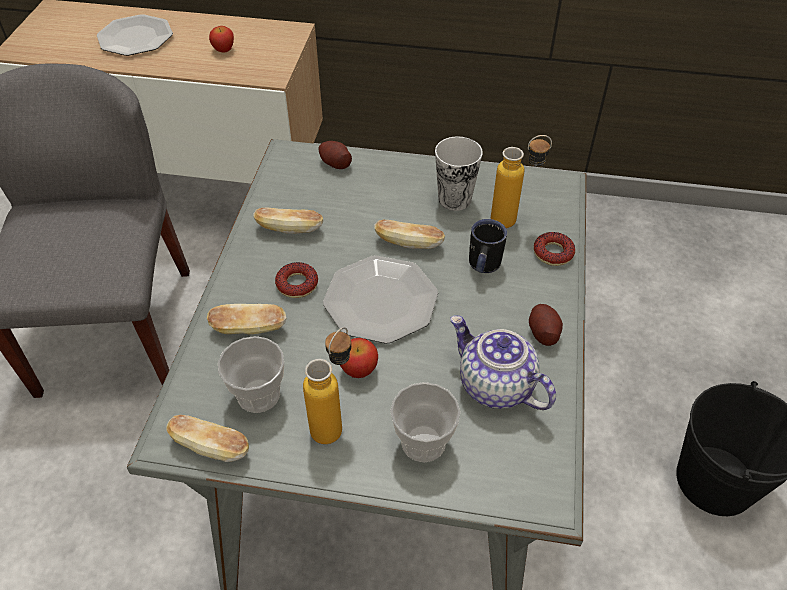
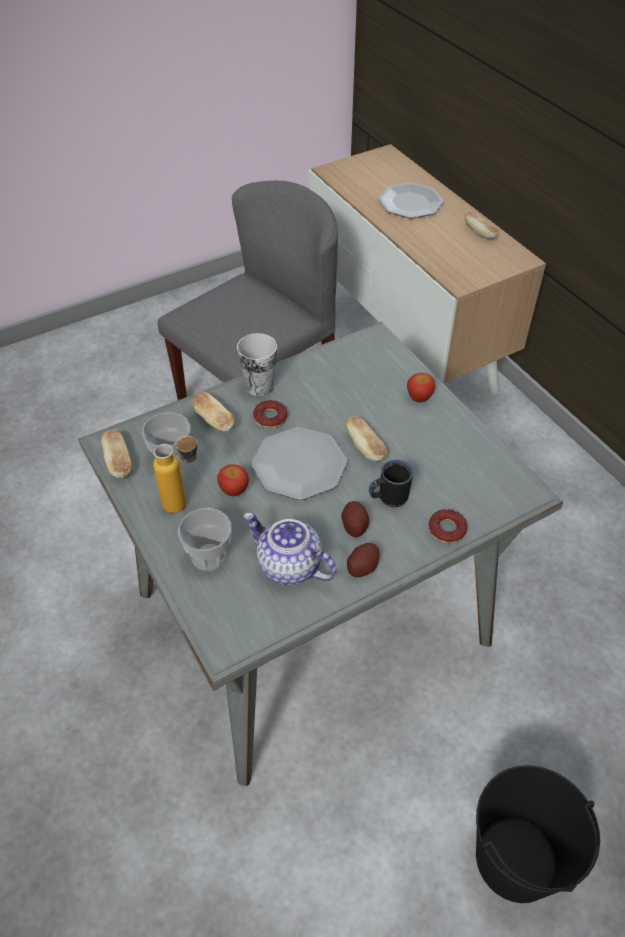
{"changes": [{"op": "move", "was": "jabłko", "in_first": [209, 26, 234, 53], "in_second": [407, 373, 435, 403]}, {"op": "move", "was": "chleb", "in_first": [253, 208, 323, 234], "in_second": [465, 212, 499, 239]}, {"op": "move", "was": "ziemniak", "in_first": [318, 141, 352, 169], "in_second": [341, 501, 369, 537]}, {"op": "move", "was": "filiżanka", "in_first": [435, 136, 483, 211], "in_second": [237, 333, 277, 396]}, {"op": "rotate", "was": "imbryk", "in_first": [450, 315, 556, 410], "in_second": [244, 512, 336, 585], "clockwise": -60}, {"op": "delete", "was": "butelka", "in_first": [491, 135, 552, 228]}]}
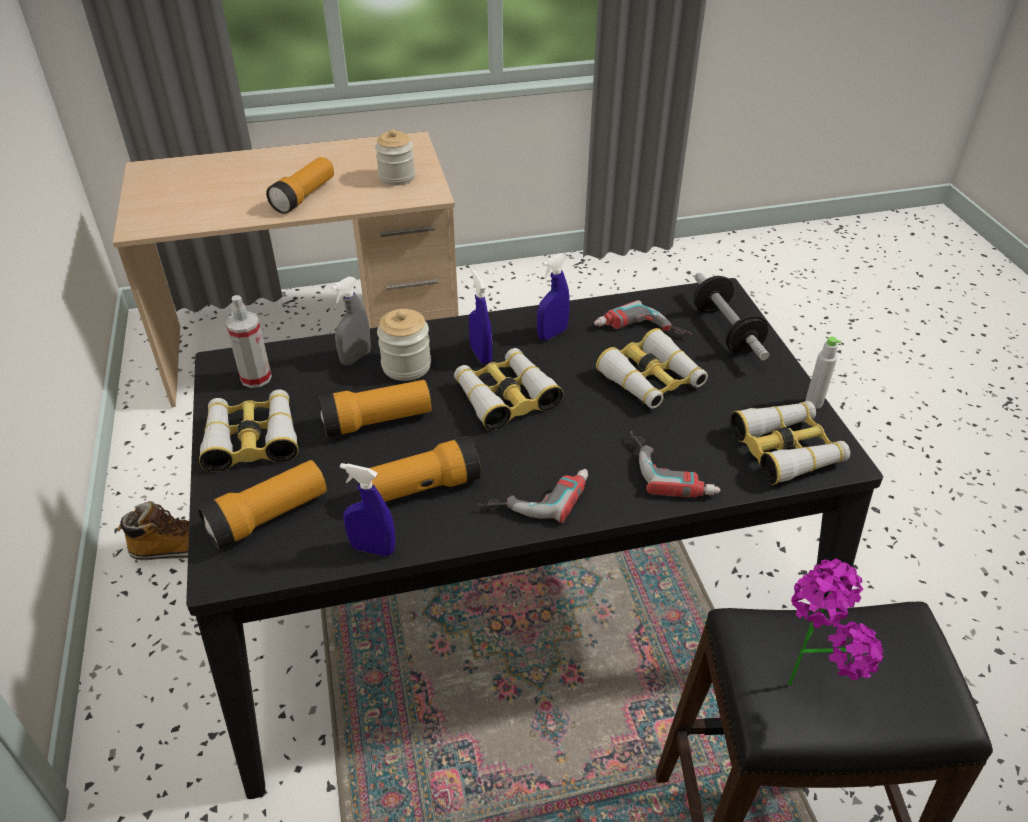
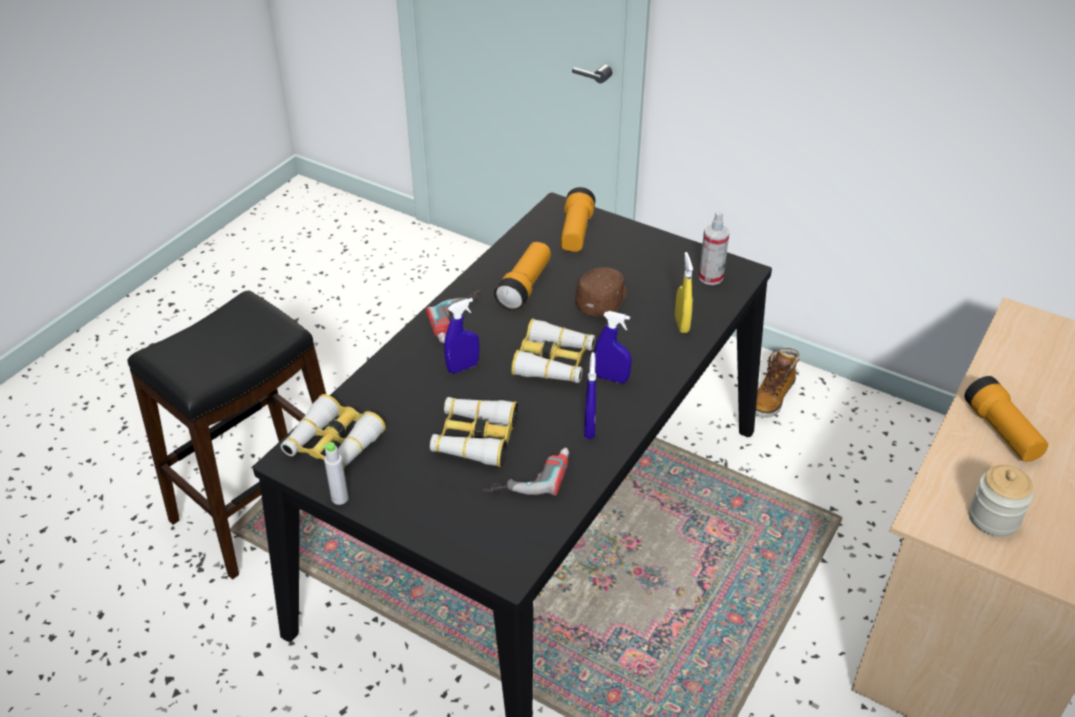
{"changes": [{"op": "delete", "was": "lornetka", "in_first": [199, 389, 298, 472]}, {"op": "replace", "was": "latarka", "now": "czapka z daszkiem [brązowy]", "in_first": [318, 380, 431, 437], "in_second": [575, 267, 627, 316]}, {"op": "recolor", "was": "spryskiwacz [szary]", "now": "spryskiwacz [żółty]", "in_first": [331, 277, 371, 366], "in_second": [675, 252, 693, 333]}, {"op": "move", "was": "spryskiwacz [niebieski]", "in_first": [340, 463, 395, 556], "in_second": [444, 298, 480, 374]}, {"op": "delete", "was": "słoik", "in_first": [377, 309, 431, 381]}, {"op": "delete", "was": "wiertarka", "in_first": [630, 431, 721, 498]}, {"op": "delete", "was": "hantel", "in_first": [694, 273, 769, 360]}, {"op": "delete", "was": "roślina doniczkowa", "in_first": [788, 558, 884, 686]}]}
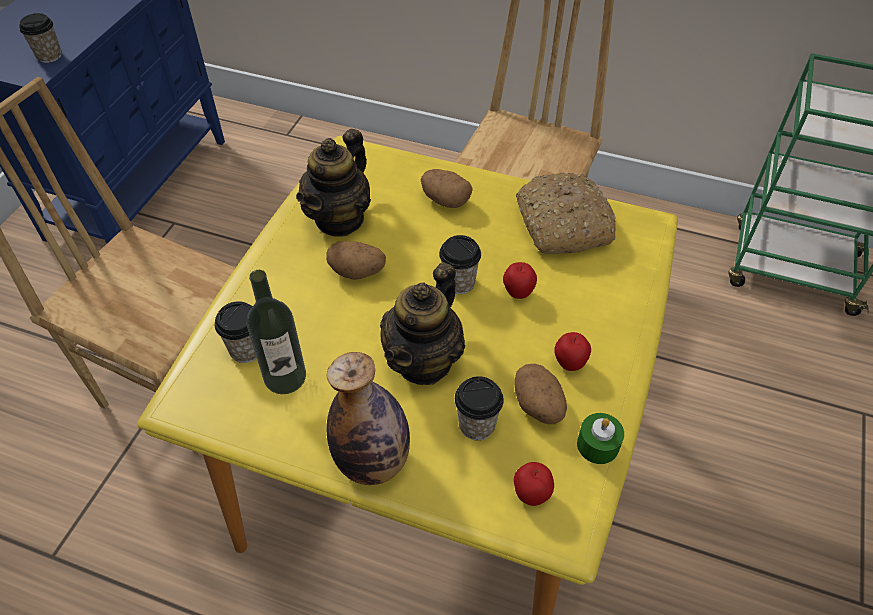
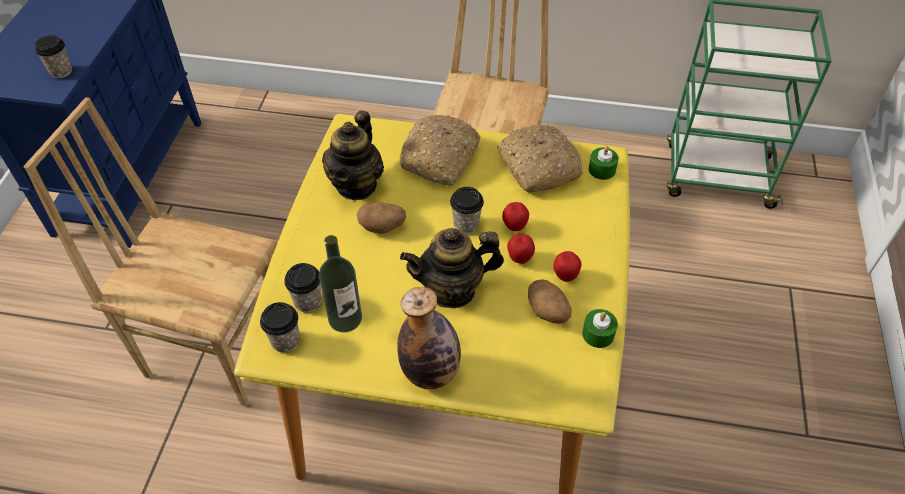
{"changes": [{"op": "rotate", "was": "imbryk", "in_first": [380, 262, 465, 385], "in_second": [400, 228, 504, 309], "clockwise": 60}, {"op": "replace", "was": "ziemniak", "now": "chleb", "in_first": [421, 169, 473, 208], "in_second": [400, 115, 480, 185]}, {"op": "move", "was": "filiżanka", "in_first": [455, 376, 504, 440], "in_second": [260, 302, 300, 353]}, {"op": "move", "was": "jabłko", "in_first": [514, 462, 554, 506], "in_second": [507, 233, 535, 264]}, {"op": "insert", "now": "świeca [zielony]", "in_second": [588, 146, 619, 180]}]}
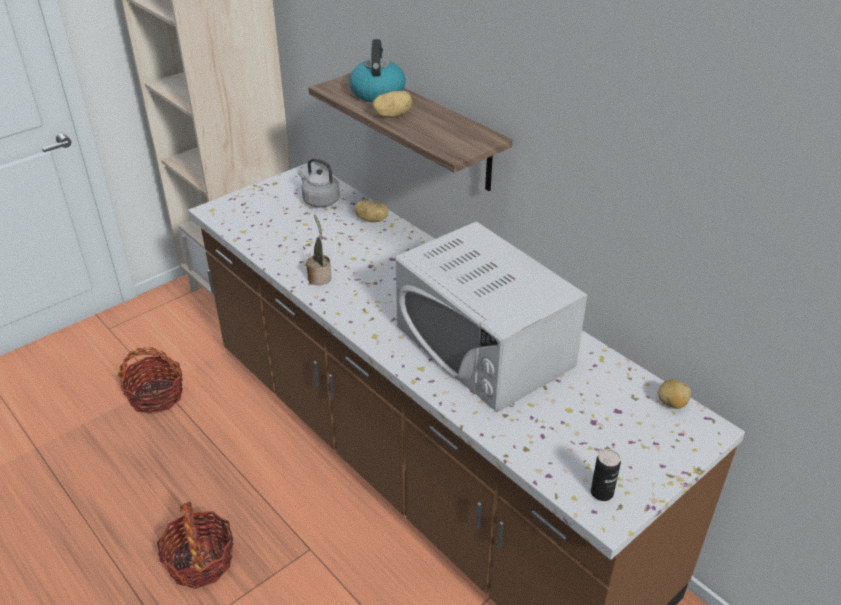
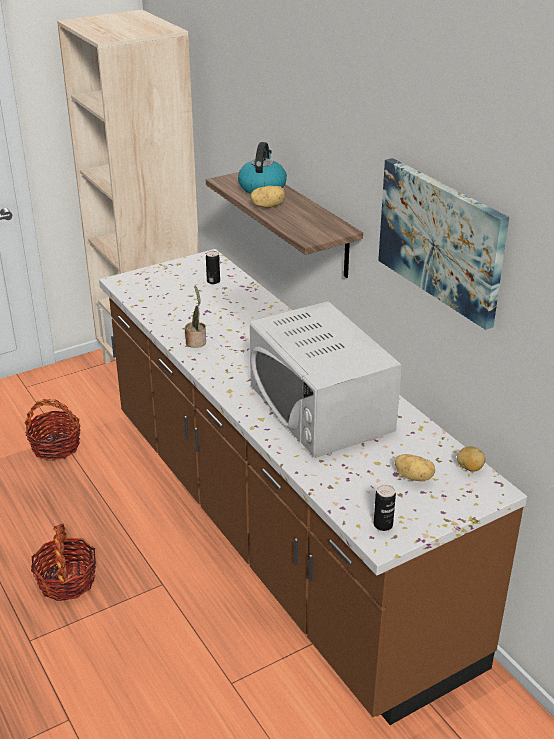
{"changes": [{"op": "replace", "was": "czajnik [szary]", "now": "puszka", "in_first": [298, 158, 340, 207], "in_second": [206, 251, 220, 284]}, {"op": "move", "was": "ziemniak", "in_first": [354, 201, 389, 222], "in_second": [395, 454, 435, 481]}, {"op": "insert", "now": "obraz", "in_second": [378, 158, 509, 330]}]}
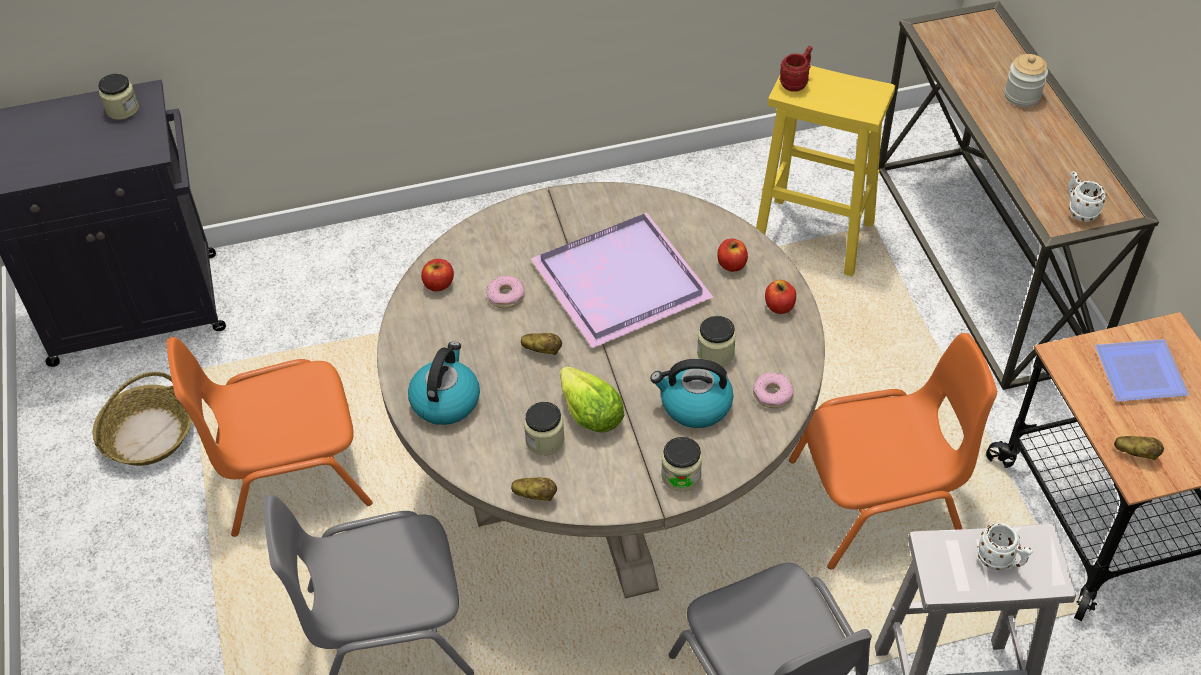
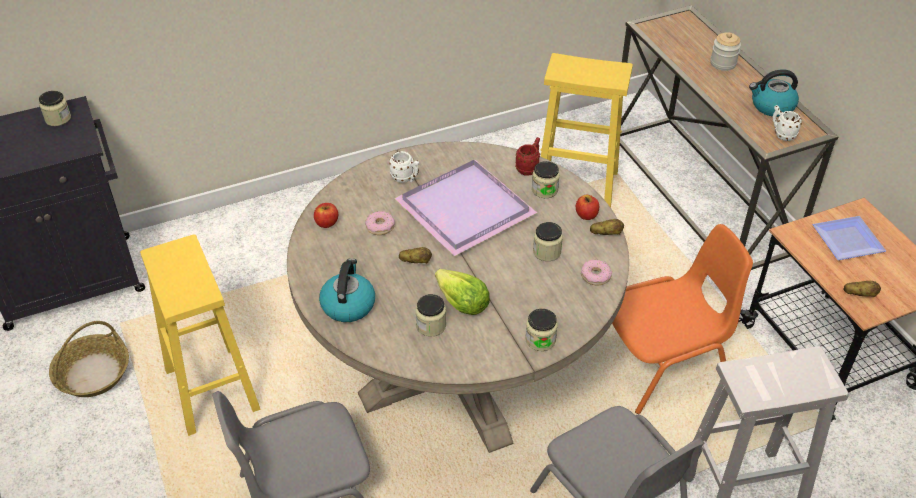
{"changes": [{"op": "replace", "was": "krzesło [pomarańczowy]", "now": "stołek [żółty]", "in_first": [167, 337, 372, 537], "in_second": [140, 234, 261, 436]}, {"op": "move", "was": "ziemniak", "in_first": [511, 478, 557, 501], "in_second": [590, 219, 624, 235]}, {"op": "move", "was": "czajnik", "in_first": [650, 359, 733, 428], "in_second": [749, 69, 799, 117]}, {"op": "replace", "was": "jabłko", "now": "słoik", "in_first": [718, 238, 748, 272], "in_second": [532, 161, 560, 198]}, {"op": "move", "was": "kubek [czerwony]", "in_first": [779, 46, 812, 92], "in_second": [515, 137, 540, 176]}, {"op": "move", "was": "kubek [biały]", "in_first": [977, 523, 1032, 570], "in_second": [389, 151, 419, 183]}]}
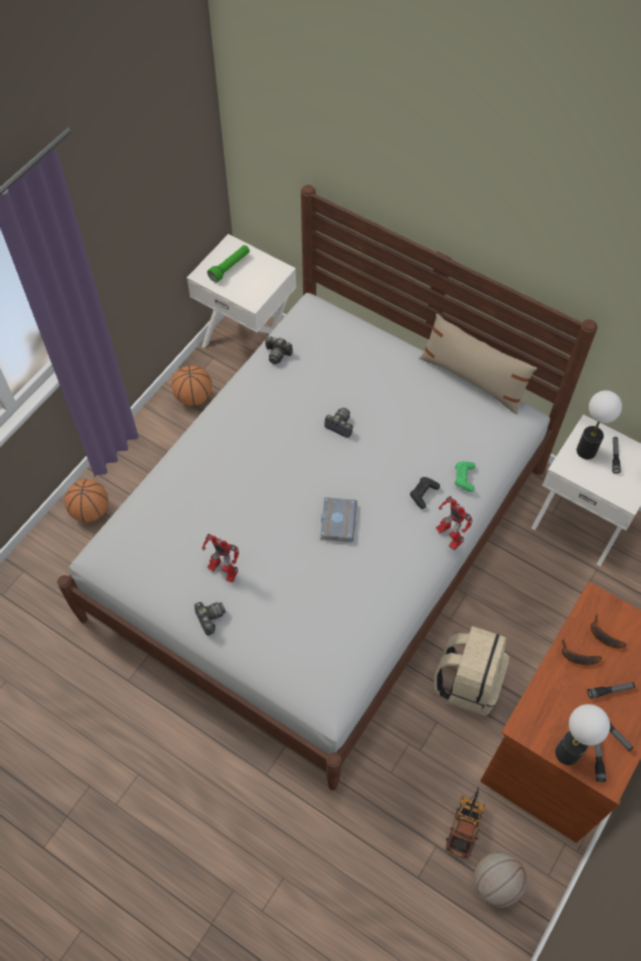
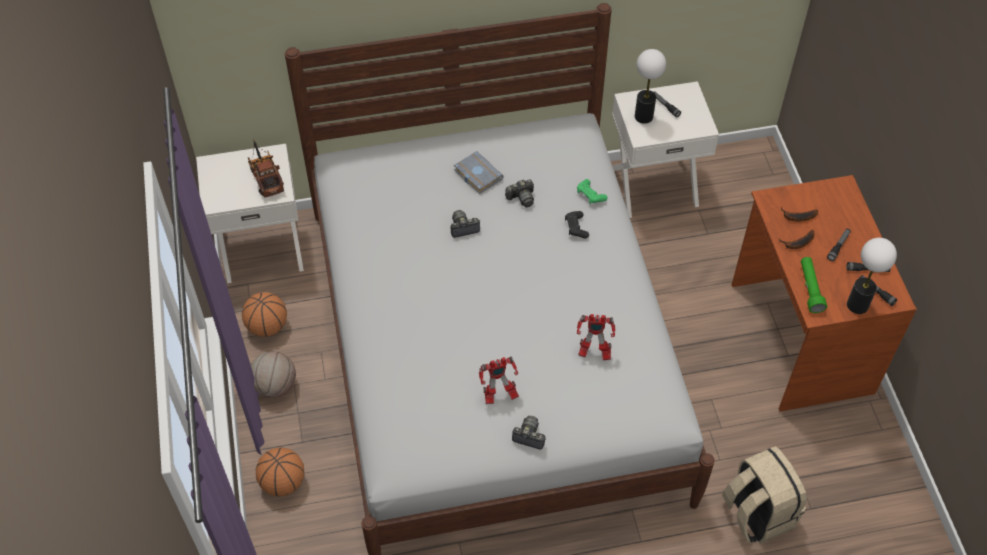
{"changes": [{"op": "move", "was": "latarka [zielony]", "in_first": [207, 245, 250, 283], "in_second": [801, 257, 827, 313]}, {"op": "move", "was": "aparat fotograficzny", "in_first": [265, 336, 293, 364], "in_second": [505, 180, 534, 207]}, {"op": "move", "was": "książka [szary]", "in_first": [320, 497, 357, 542], "in_second": [454, 151, 504, 194]}, {"op": "delete", "was": "poduszka [beżowy]", "in_first": [419, 313, 537, 415]}, {"op": "move", "was": "plecak [beżowy]", "in_first": [434, 626, 509, 716], "in_second": [722, 446, 807, 544]}, {"op": "move", "was": "robot zabawkowy", "in_first": [436, 496, 473, 550], "in_second": [577, 314, 616, 360]}, {"op": "move", "was": "ciężarówka zabawkowa", "in_first": [446, 787, 485, 859], "in_second": [248, 139, 284, 198]}, {"op": "move", "was": "piłka do koszykówki", "in_first": [474, 852, 527, 908], "in_second": [251, 351, 296, 398]}]}
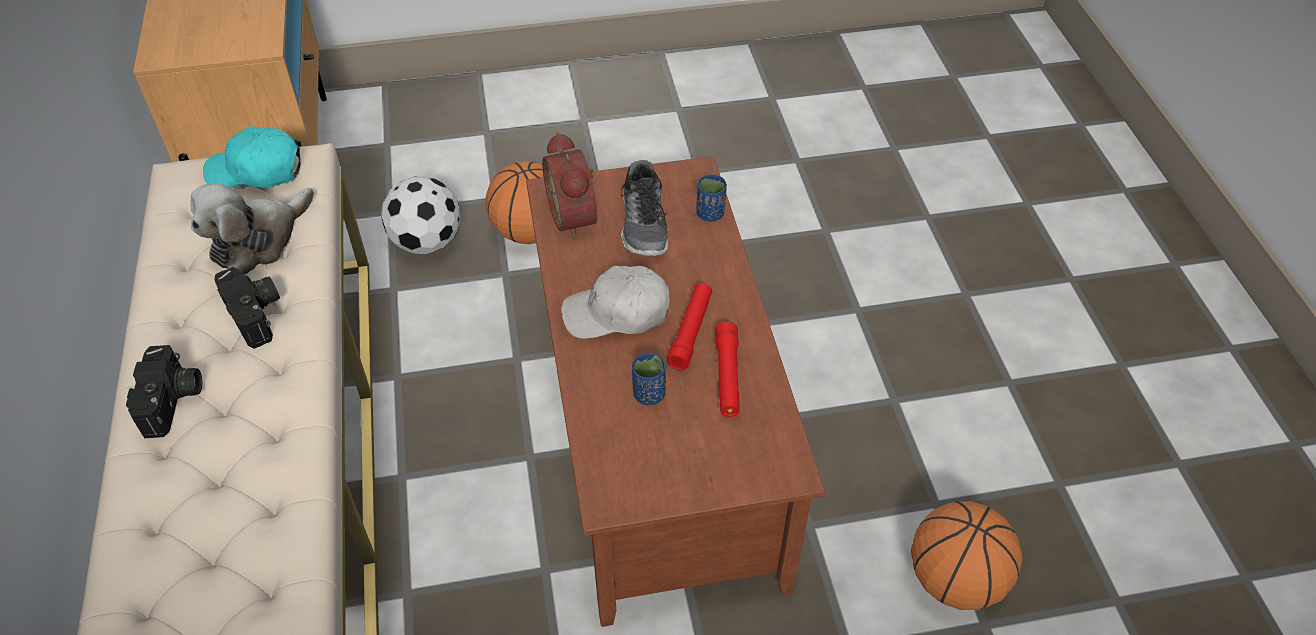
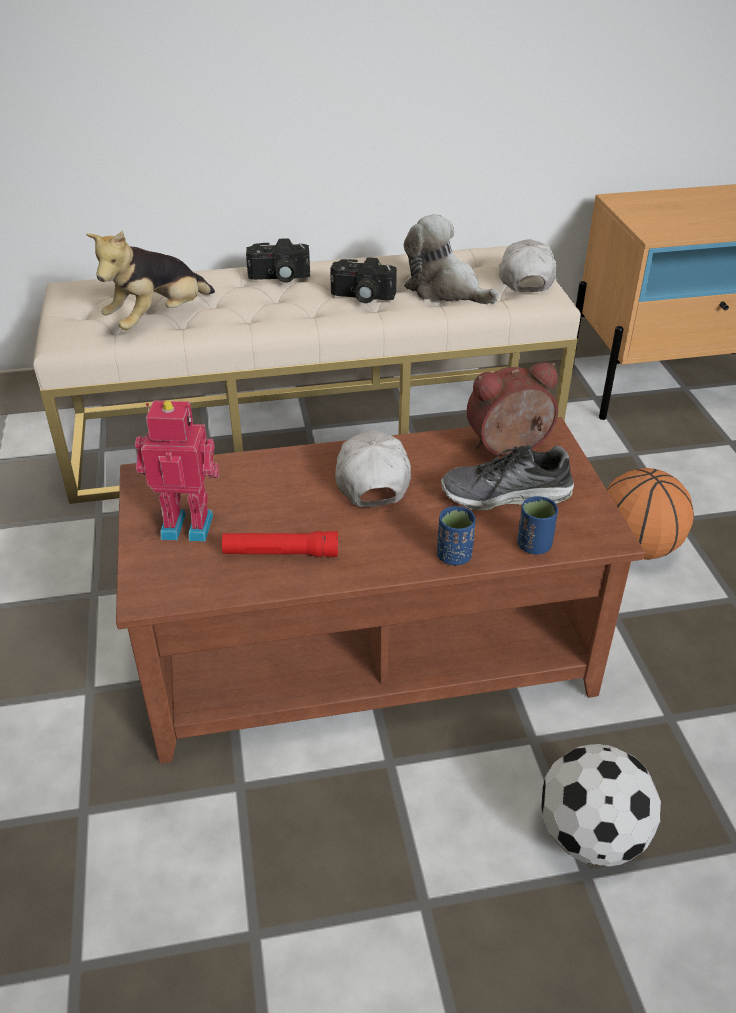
{"changes": [{"op": "recolor", "was": "czapka z daszkiem [turkusowy]", "now": "czapka z daszkiem [biały]", "in_first": [203, 126, 301, 188], "in_second": [499, 239, 556, 292]}, {"op": "rotate", "was": "aparat fotograficzny", "in_first": [214, 267, 280, 349], "in_second": [330, 257, 397, 303], "clockwise": 45}, {"op": "move", "was": "piłka futbolowa", "in_first": [381, 176, 460, 254], "in_second": [541, 744, 661, 867]}, {"op": "move", "was": "filiżanka [niebieski]", "in_first": [632, 353, 666, 405], "in_second": [437, 506, 476, 565]}, {"op": "delete", "was": "latarka [czerwony]", "in_first": [666, 283, 712, 370]}, {"op": "delete", "was": "piłka do koszykówki", "in_first": [911, 501, 1023, 610]}, {"op": "insert", "now": "pluszak", "in_second": [86, 231, 215, 330]}, {"op": "insert", "now": "robot zabawkowy", "in_second": [135, 400, 219, 542]}]}
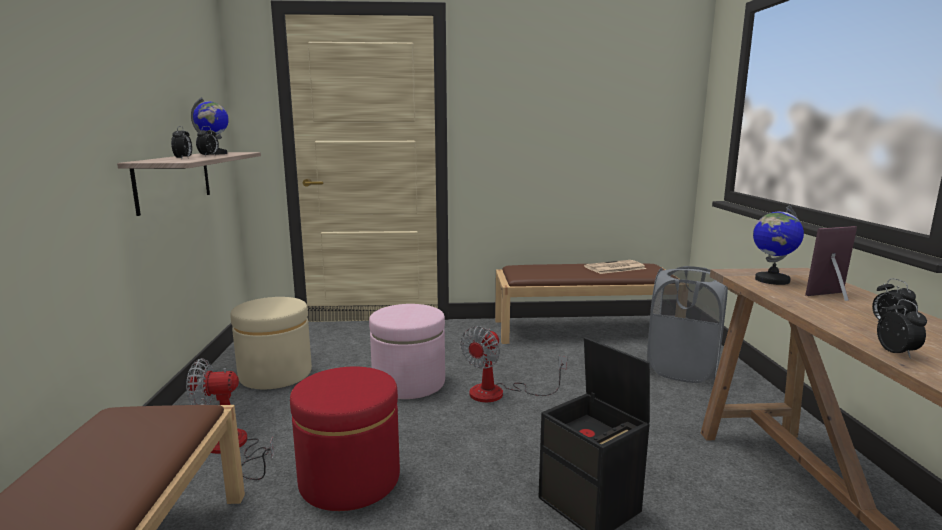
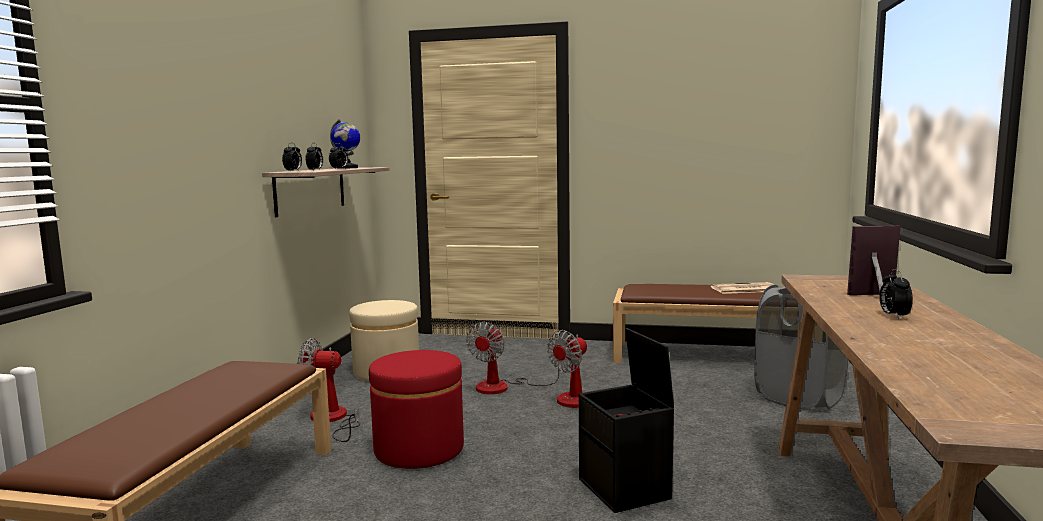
{"changes": [{"op": "replace", "was": "pufa [różowy]", "now": "wentylator", "in_first": [369, 304, 445, 399], "in_second": [466, 322, 559, 394]}, {"op": "delete", "was": "globus", "in_first": [753, 205, 804, 285]}, {"op": "move", "was": "budzik", "in_first": [877, 299, 927, 359], "in_second": [282, 143, 302, 171]}]}
